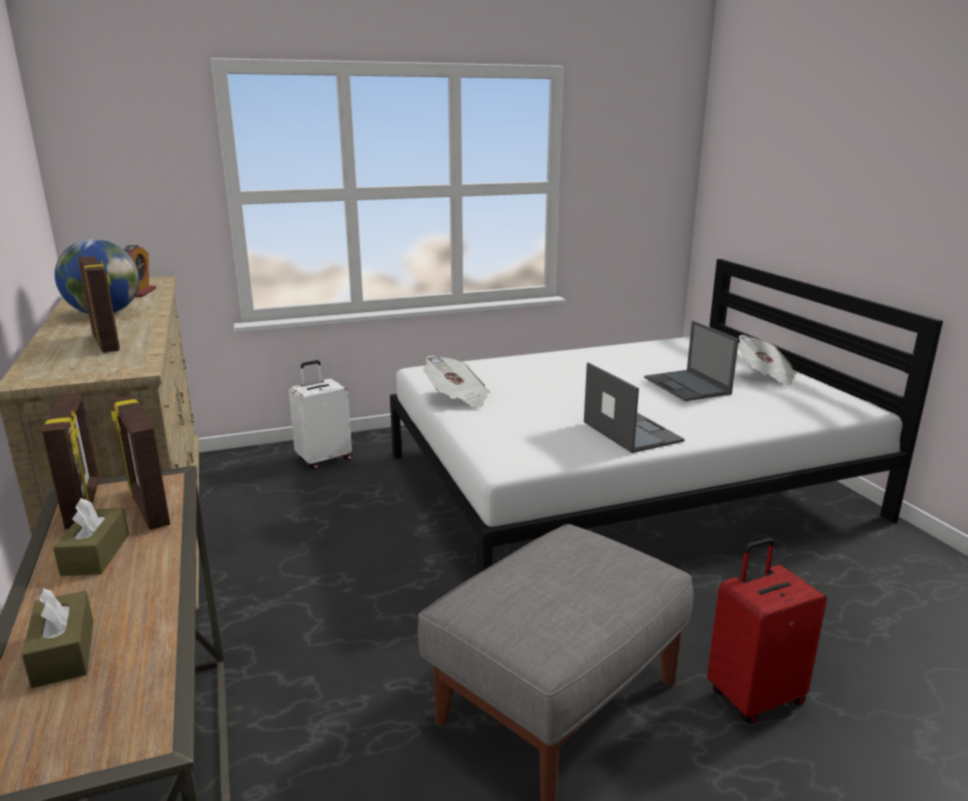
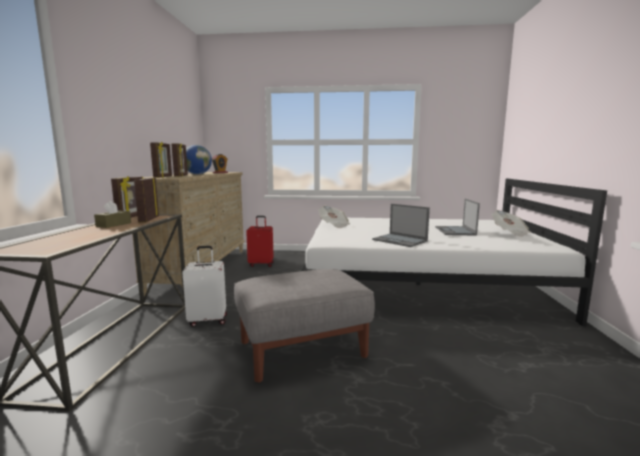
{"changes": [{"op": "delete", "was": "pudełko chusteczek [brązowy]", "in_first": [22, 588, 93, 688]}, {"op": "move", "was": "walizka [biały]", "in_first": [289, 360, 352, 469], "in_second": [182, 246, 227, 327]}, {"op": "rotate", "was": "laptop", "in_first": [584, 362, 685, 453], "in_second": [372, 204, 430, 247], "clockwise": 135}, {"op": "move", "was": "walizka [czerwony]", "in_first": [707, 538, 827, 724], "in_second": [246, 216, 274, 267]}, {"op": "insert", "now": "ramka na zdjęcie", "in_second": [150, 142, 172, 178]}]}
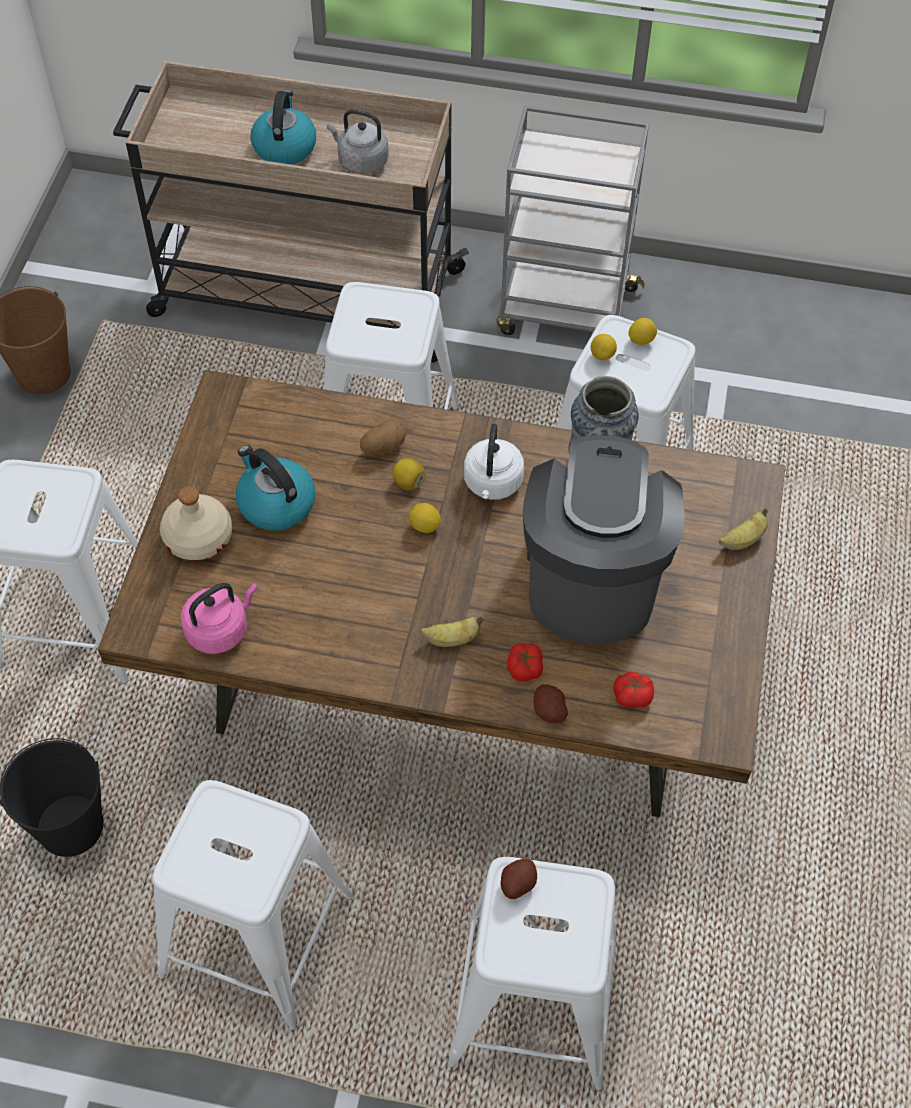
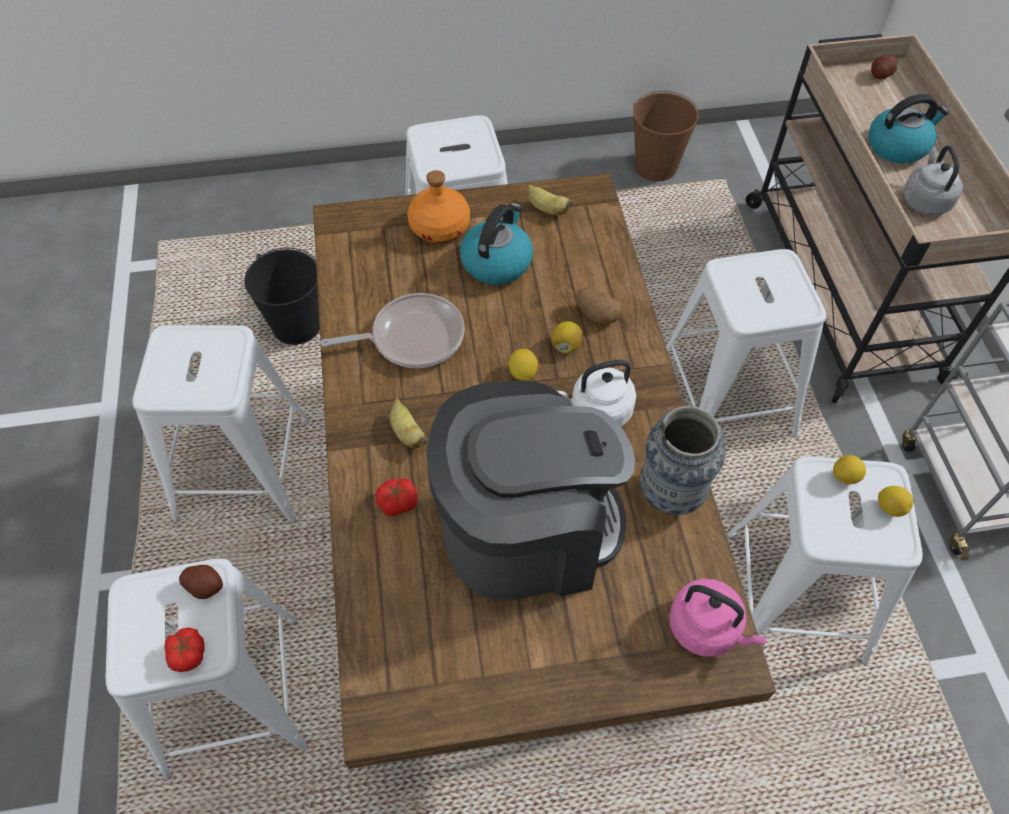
{"changes": [{"op": "recolor", "was": "butelka [beżowy]", "now": "butelka [pomarańczowy]", "in_first": [160, 486, 232, 560], "in_second": [407, 170, 470, 243]}, {"op": "move", "was": "czajnik [różowy]", "in_first": [181, 583, 258, 654], "in_second": [669, 579, 766, 657]}, {"op": "move", "was": "ziemniak", "in_first": [533, 684, 568, 724], "in_second": [871, 54, 897, 79]}, {"op": "move", "was": "pomidor", "in_first": [613, 672, 654, 708], "in_second": [164, 628, 205, 672]}, {"op": "move", "was": "banan", "in_first": [719, 508, 768, 550], "in_second": [528, 184, 573, 215]}, {"op": "insert", "now": "patelnia", "in_second": [321, 293, 465, 368]}]}
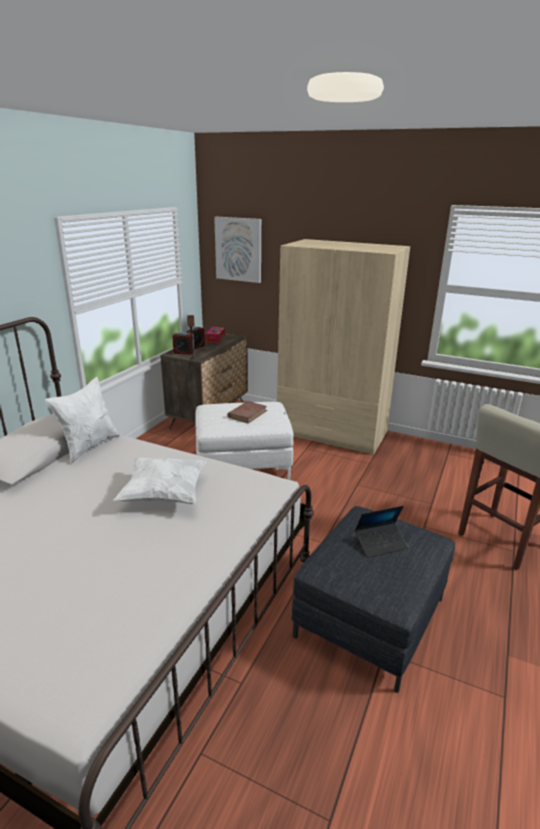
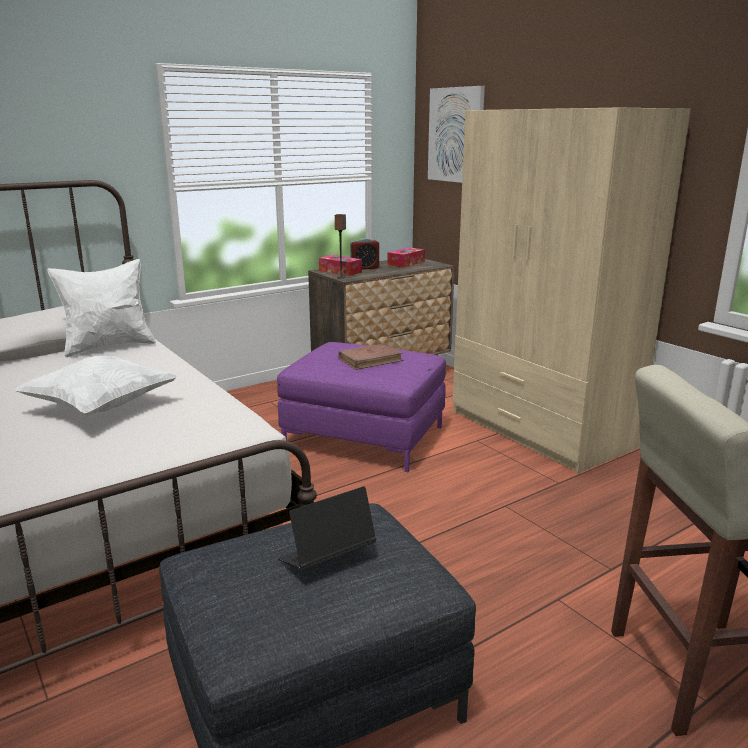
{"changes": [{"op": "replace", "was": "budzik", "now": "pudełko chusteczek", "in_first": [172, 332, 194, 355], "in_second": [319, 255, 362, 276]}, {"op": "recolor", "was": "pufa [biały]", "now": "pufa [fioletowy]", "in_first": [195, 402, 294, 480], "in_second": [277, 342, 446, 472]}, {"op": "rotate", "was": "laptop", "in_first": [355, 506, 408, 558], "in_second": [278, 486, 376, 570], "clockwise": 135}]}
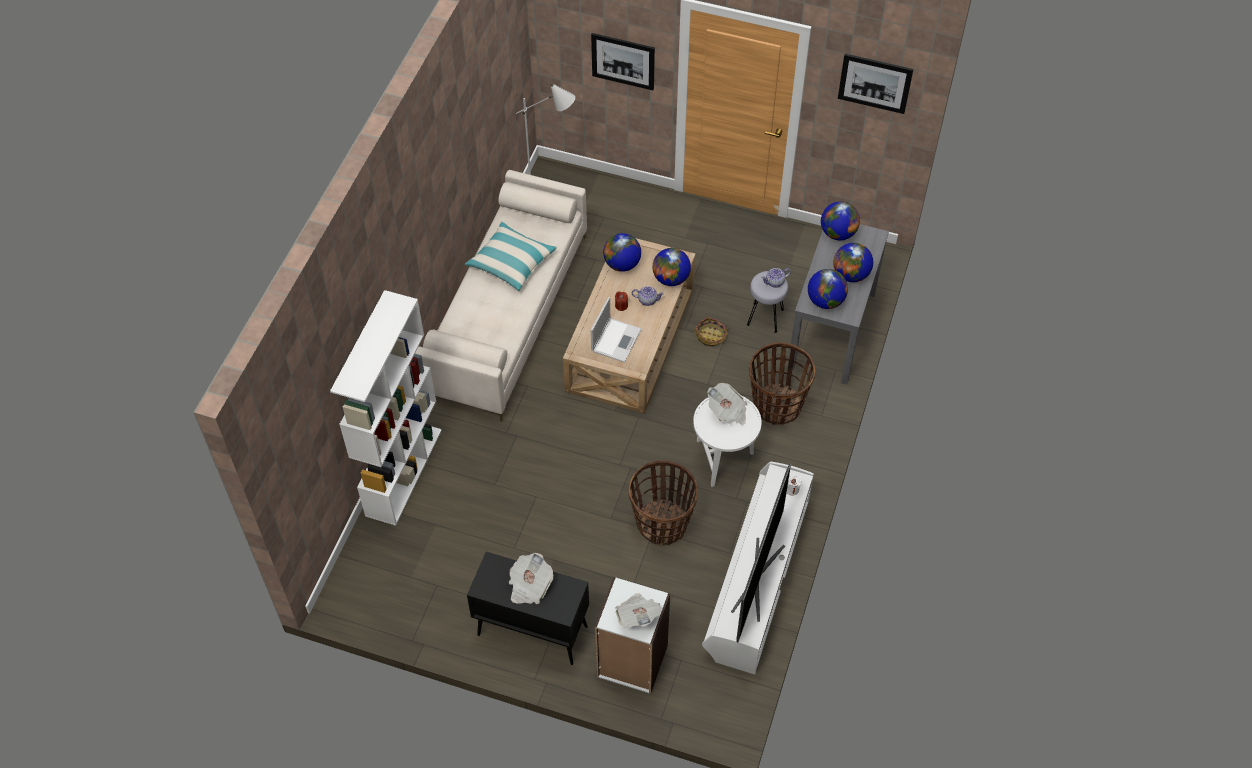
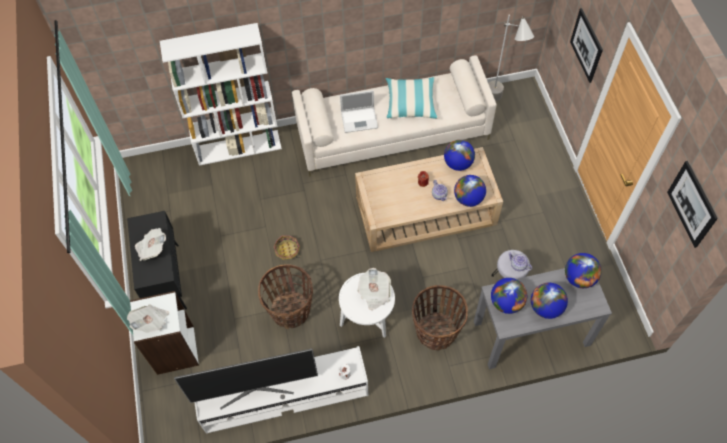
{"changes": [{"op": "move", "was": "laptop", "in_first": [590, 297, 642, 362], "in_second": [340, 90, 378, 133]}, {"op": "move", "was": "koszyk", "in_first": [694, 317, 729, 347], "in_second": [274, 235, 301, 260]}]}
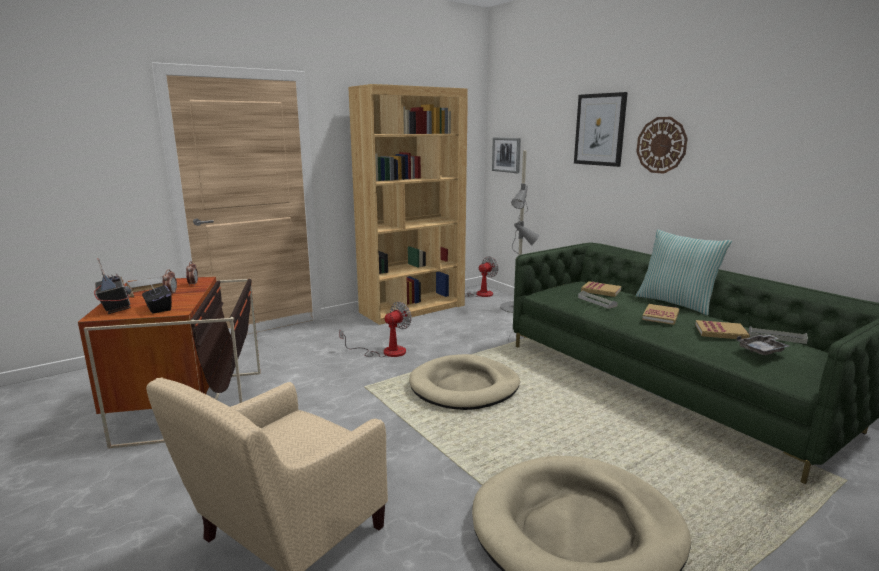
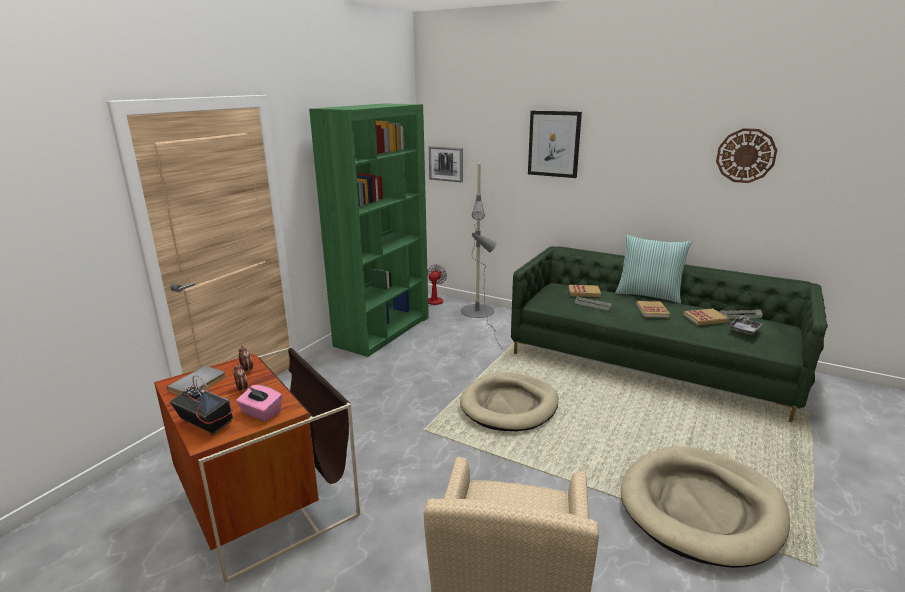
{"changes": [{"op": "recolor", "was": "pudełko chusteczek [czarny]", "now": "pudełko chusteczek [różowy]", "in_first": [142, 283, 172, 314], "in_second": [236, 385, 282, 421]}, {"op": "delete", "was": "wentylator", "in_first": [339, 302, 412, 357]}, {"op": "recolor", "was": "regał [brązowy]", "now": "regał [zielony]", "in_first": [348, 84, 468, 325], "in_second": [309, 103, 429, 357]}, {"op": "move", "was": "zegar ścienny", "in_first": [636, 117, 688, 174], "in_second": [716, 128, 777, 183]}]}
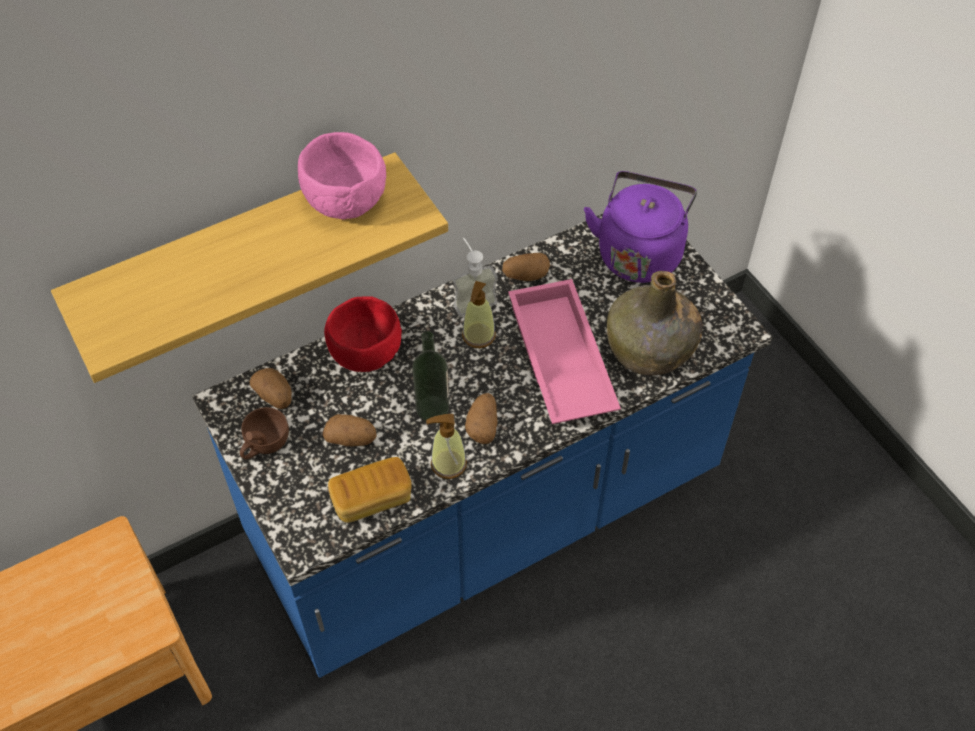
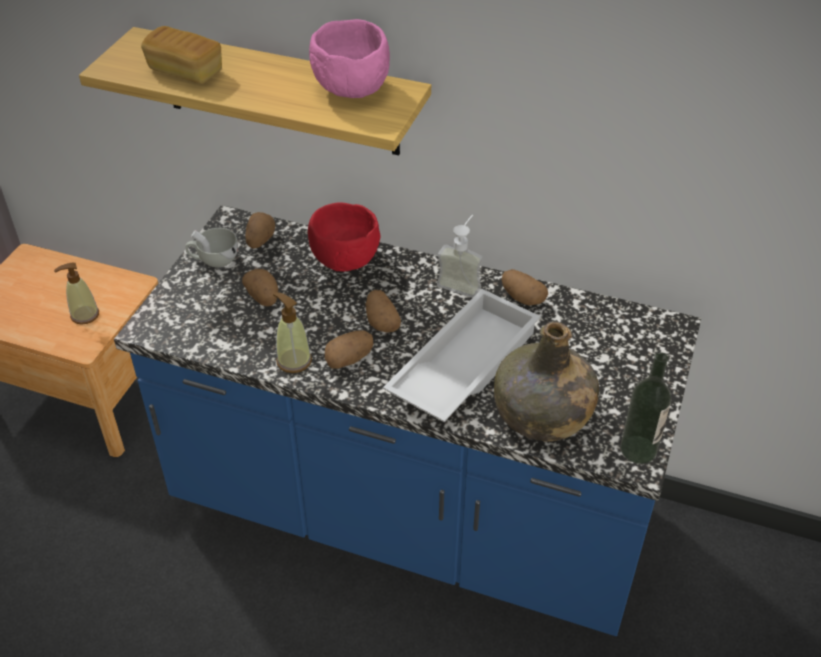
{"changes": [{"op": "recolor", "was": "filiżanka [brązowy]", "now": "filiżanka [biały]", "in_first": [240, 407, 289, 459], "in_second": [185, 228, 238, 267]}, {"op": "move", "was": "chleb", "in_first": [328, 457, 411, 523], "in_second": [141, 26, 222, 84]}, {"op": "move", "was": "butelka", "in_first": [412, 331, 449, 421], "in_second": [620, 353, 671, 464]}, {"op": "move", "was": "dozownik mydła", "in_first": [462, 281, 496, 348], "in_second": [54, 263, 99, 325]}, {"op": "recolor", "was": "taca [różowy]", "now": "taca [biały]", "in_first": [508, 279, 621, 424], "in_second": [383, 289, 540, 422]}, {"op": "delete", "was": "czajnik [fioletowy]", "in_first": [584, 171, 697, 283]}, {"op": "insert", "now": "ziemniak", "in_second": [365, 290, 401, 332]}]}
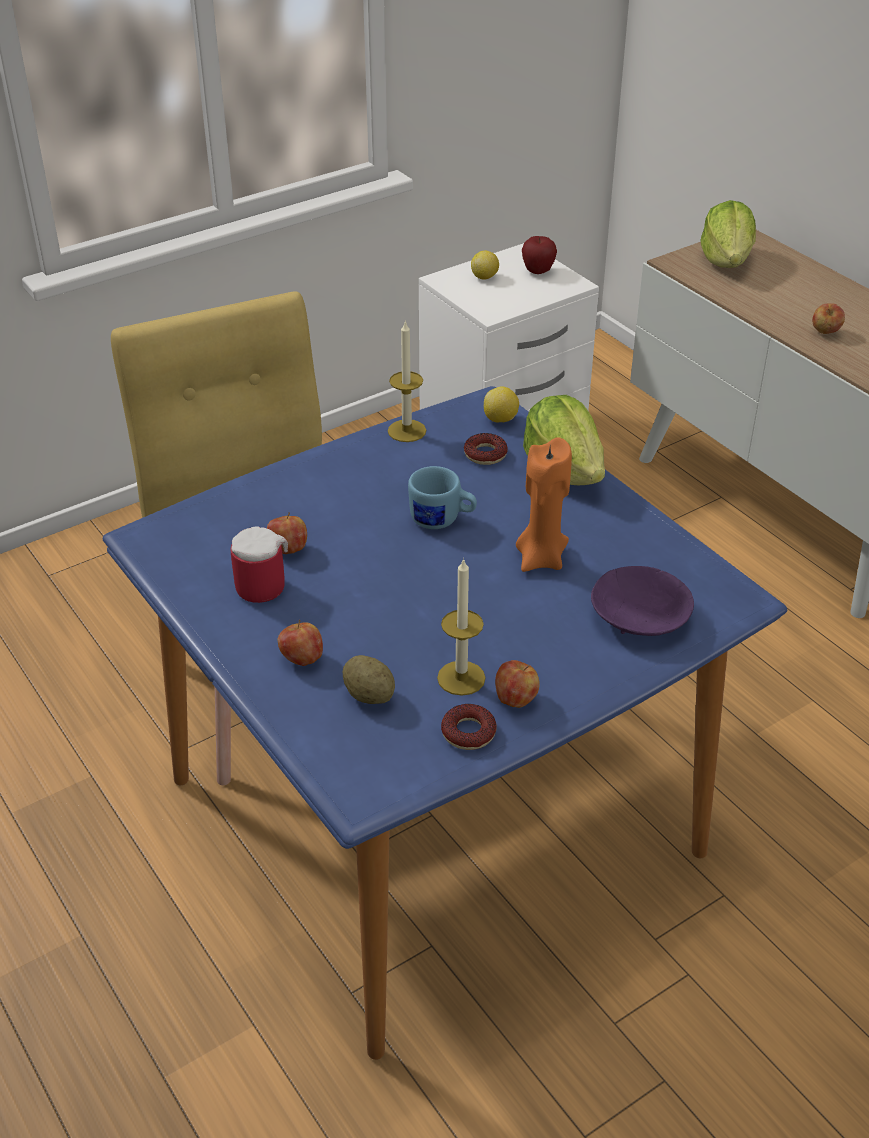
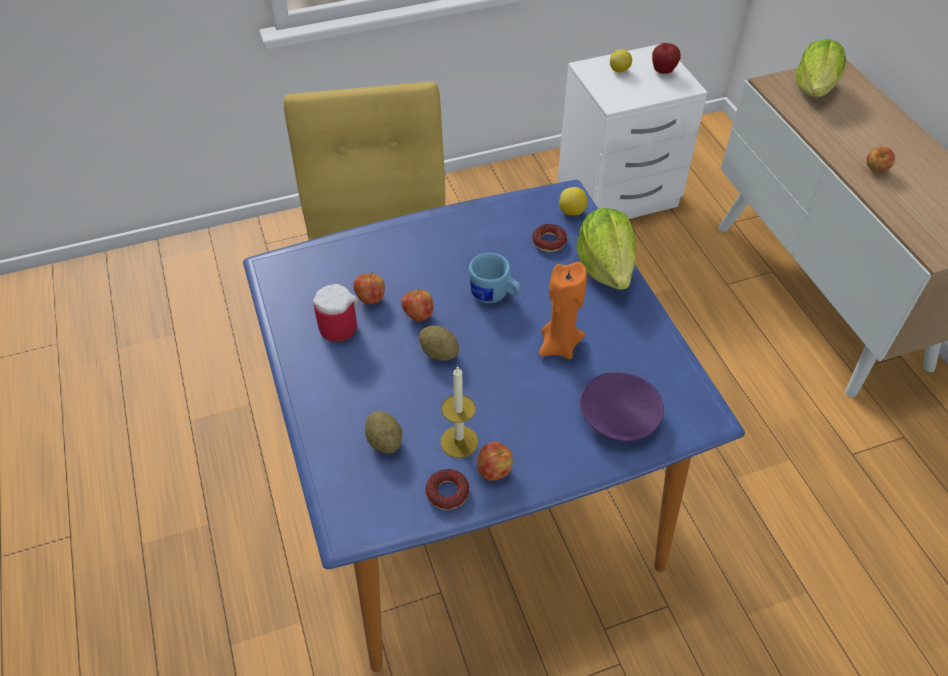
{"changes": [{"op": "move", "was": "jabłko", "in_first": [277, 620, 323, 666], "in_second": [401, 288, 433, 321]}, {"op": "delete", "was": "świeca", "in_first": [388, 321, 426, 442]}, {"op": "insert", "now": "ziemniak", "in_second": [419, 325, 459, 361]}]}
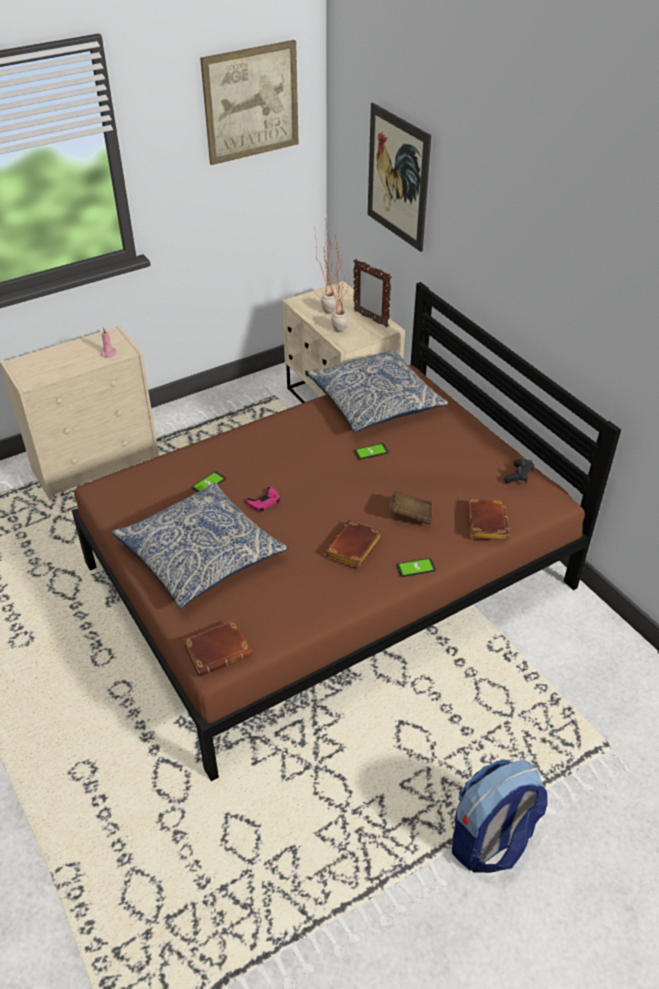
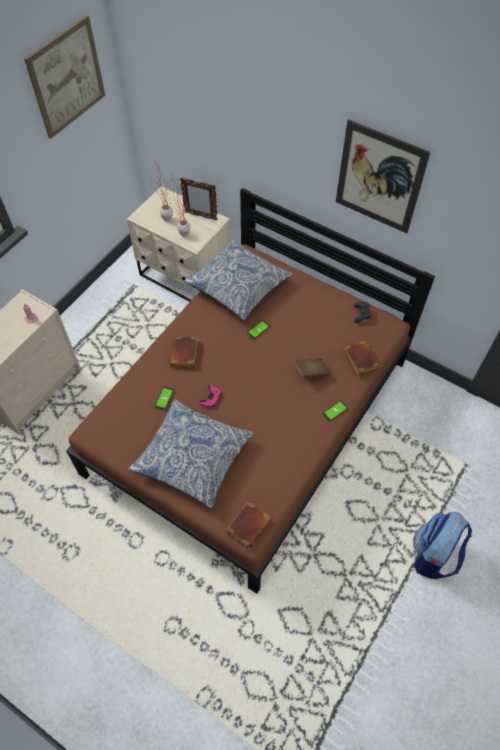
{"changes": [{"op": "move", "was": "książka [brązowy]", "in_first": [324, 520, 382, 569], "in_second": [169, 336, 199, 367]}, {"op": "move", "was": "obraz", "in_first": [368, 103, 431, 252], "in_second": [336, 119, 430, 233]}]}
